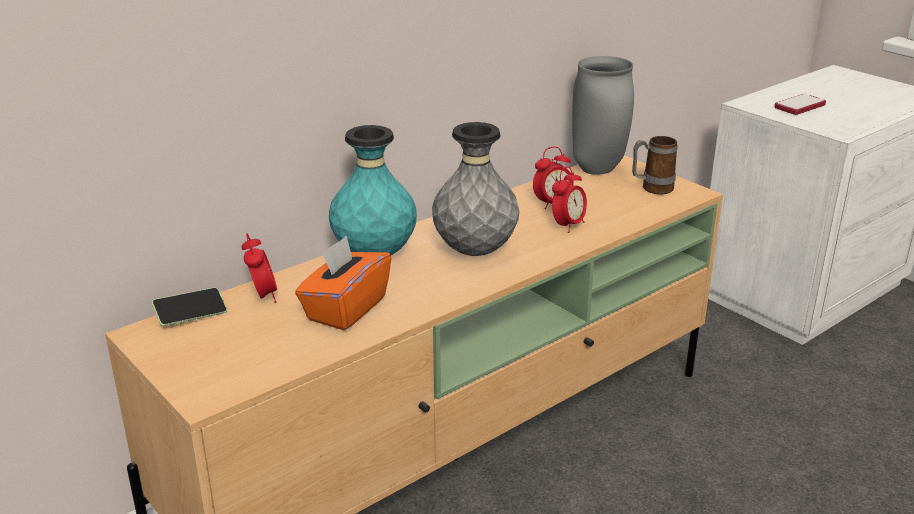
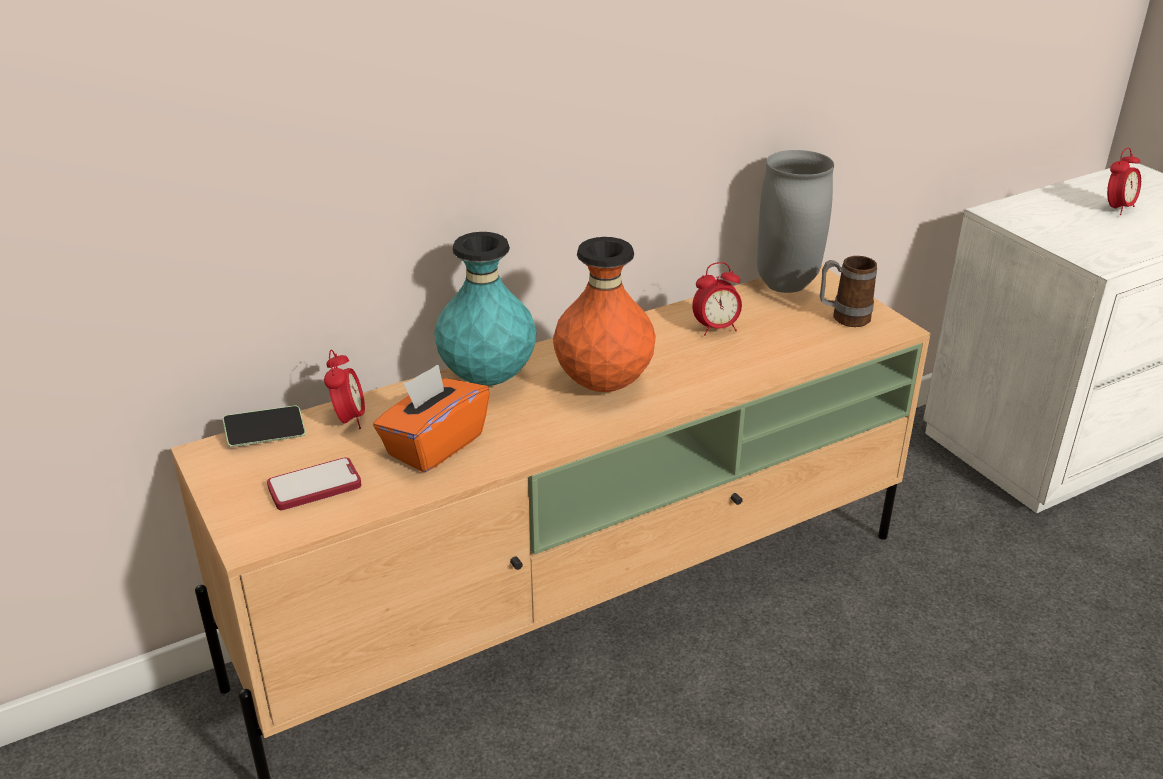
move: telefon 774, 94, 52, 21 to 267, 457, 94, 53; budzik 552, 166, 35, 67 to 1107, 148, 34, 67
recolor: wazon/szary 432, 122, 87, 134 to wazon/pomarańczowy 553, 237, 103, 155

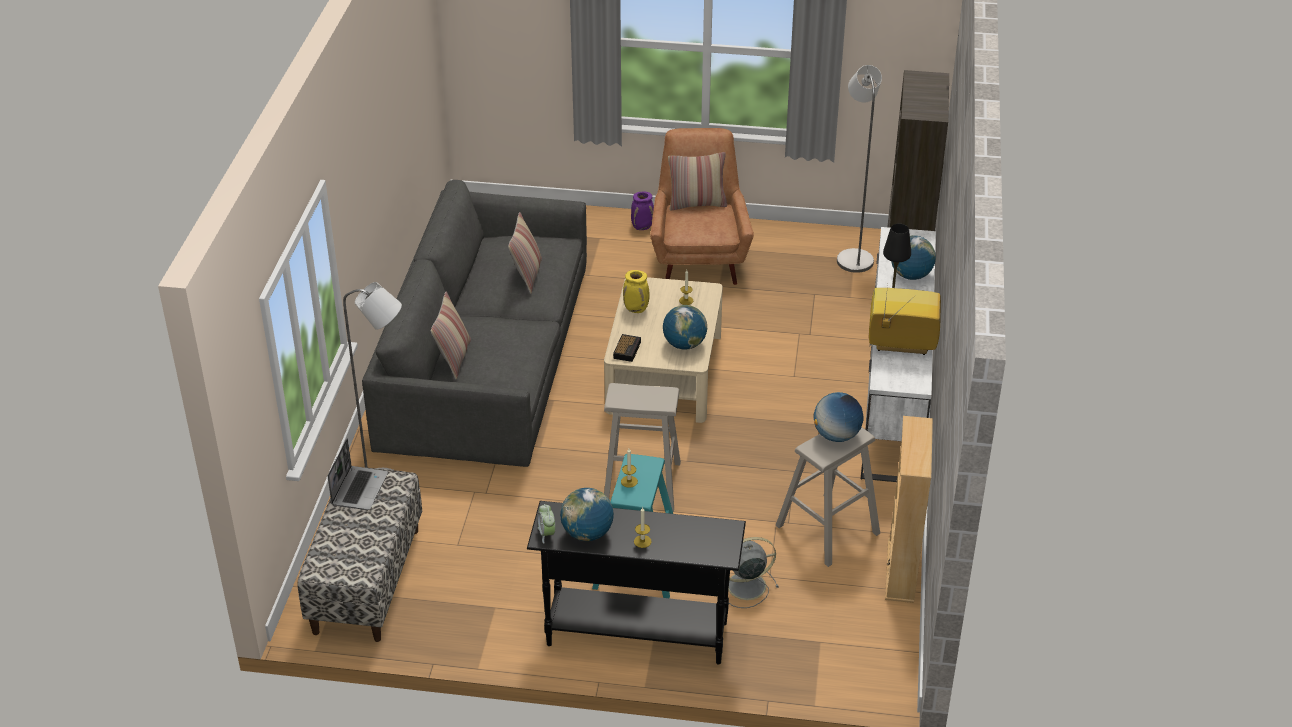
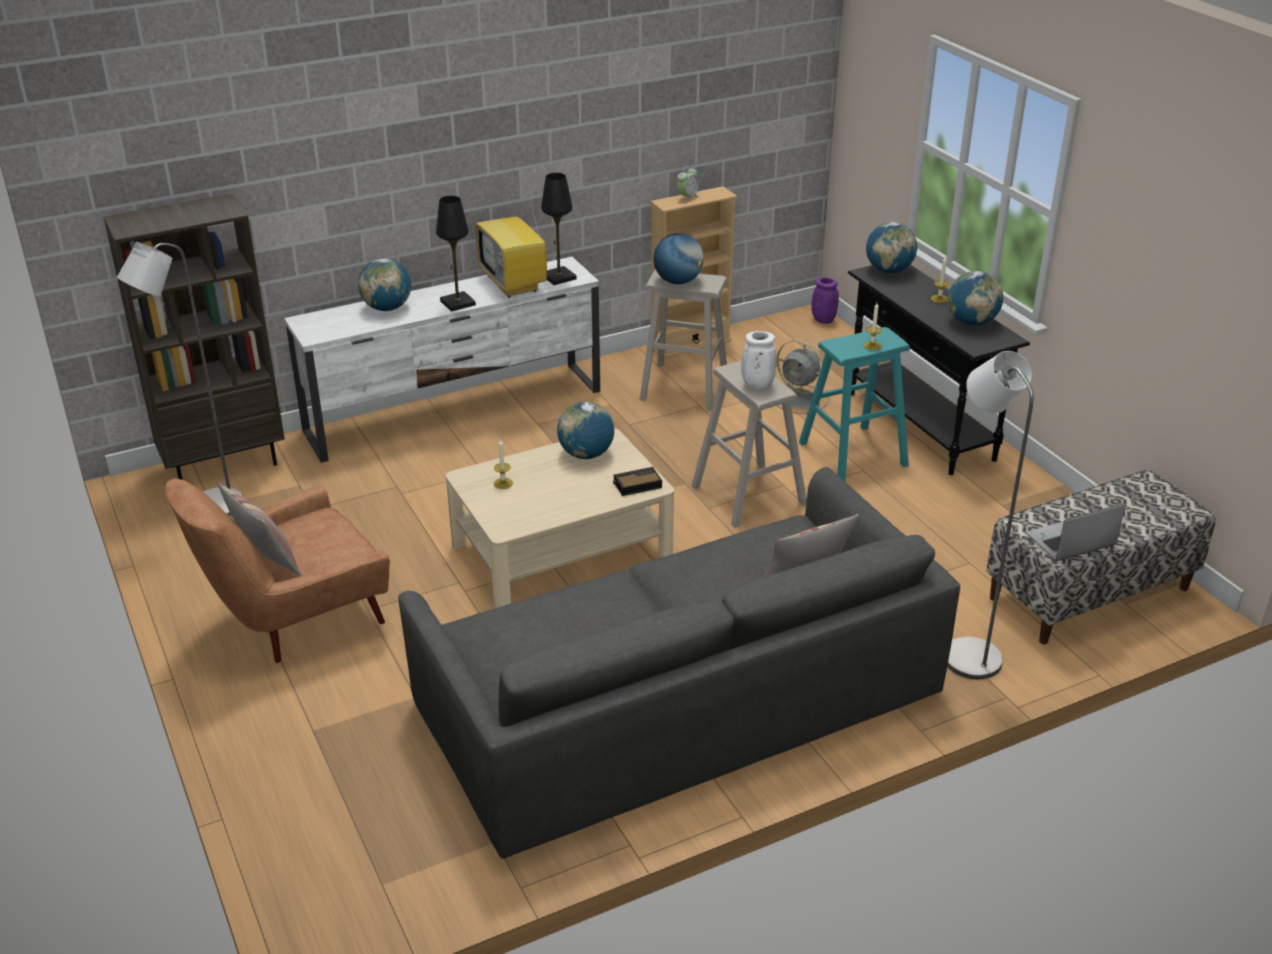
delete: poduszka 508, 212, 34, 82; wazon/żółty 623, 270, 27, 43
insert: lampa stołowa/czarny 541, 173, 36, 112; wazon/biały 741, 331, 35, 59; globus 866, 222, 51, 51
move: budzik 538, 504, 17, 40 to 677, 166, 22, 36; wazon/fioletowy 631, 191, 23, 39 to 811, 277, 28, 47

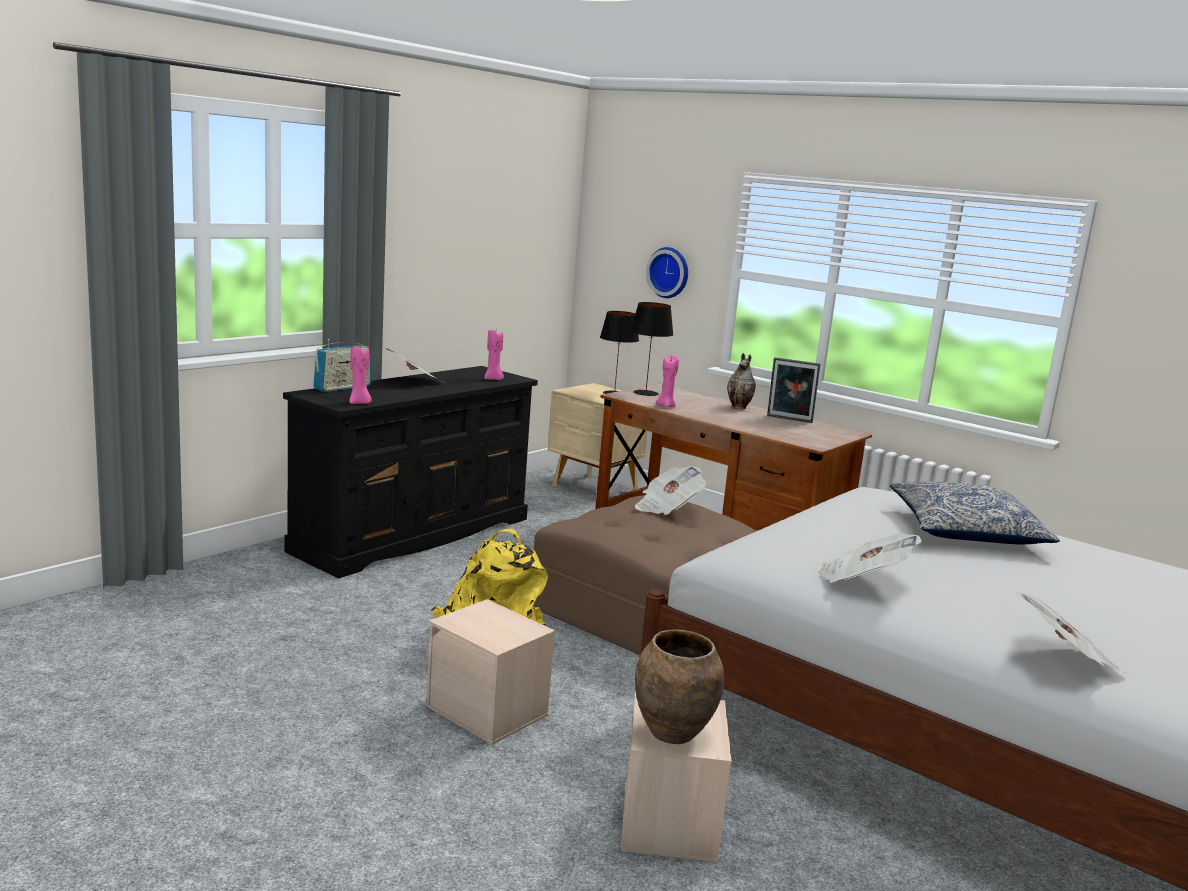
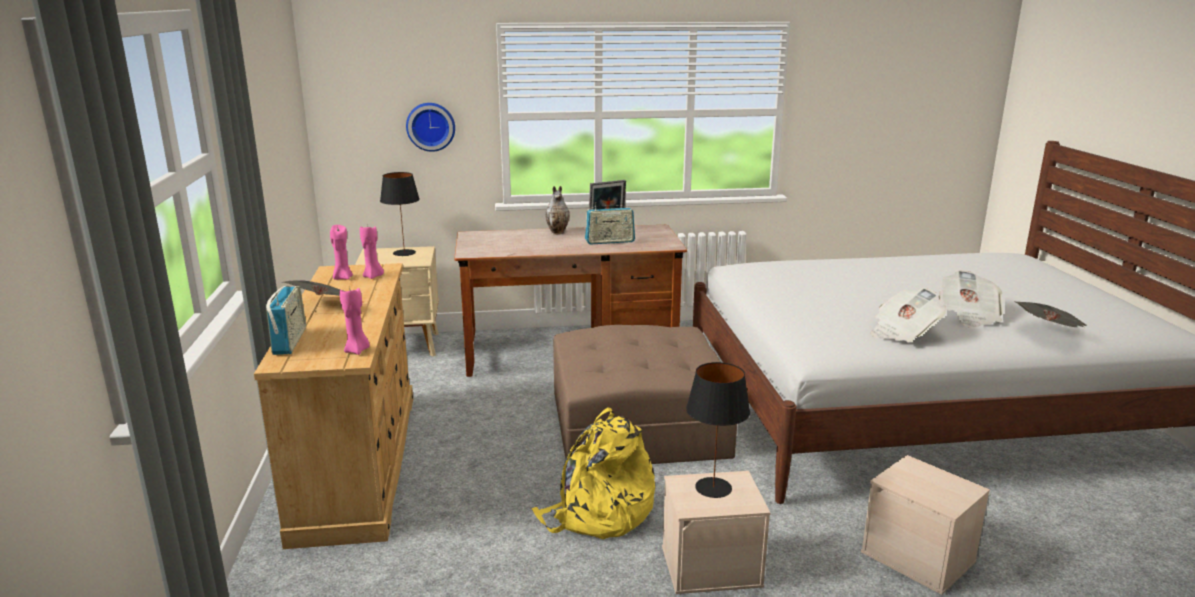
delete: wazon/brązowy 635, 630, 89, 114; poduszka 890, 481, 170, 63
insert: radio 585, 202, 50, 42
move: świeca/różowy 656, 356, 23, 52 to 330, 225, 23, 55; lampa stołowa/czarny 630, 302, 43, 94 to 686, 362, 64, 136; gazeta 635, 466, 71, 49 to 938, 270, 65, 58
recolor: komoda/czarny 283, 366, 255, 213 to komoda/beżowy 254, 263, 159, 286

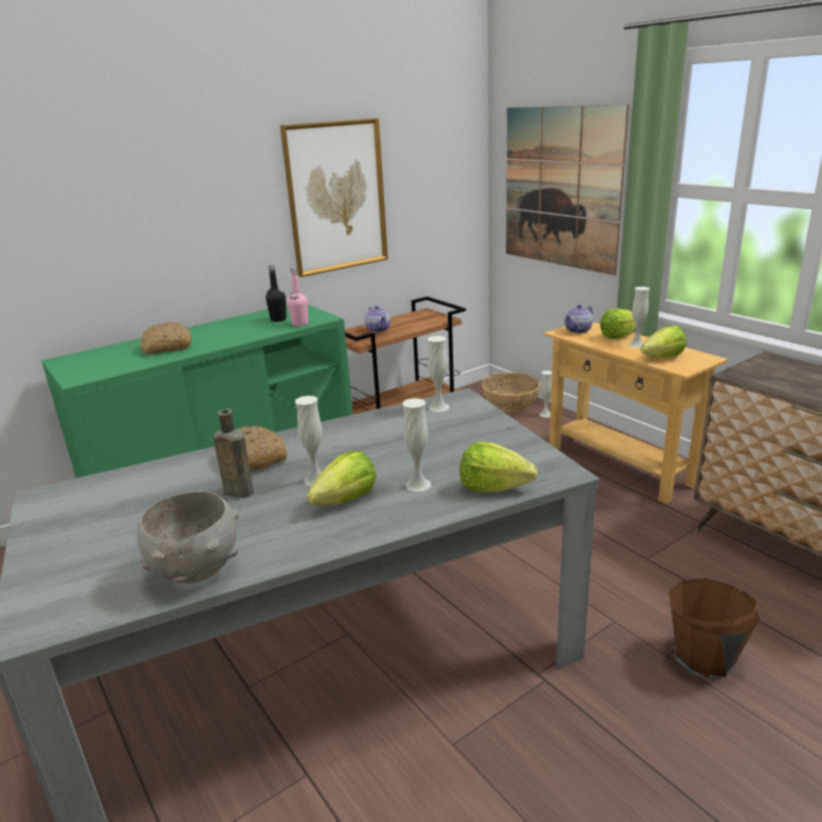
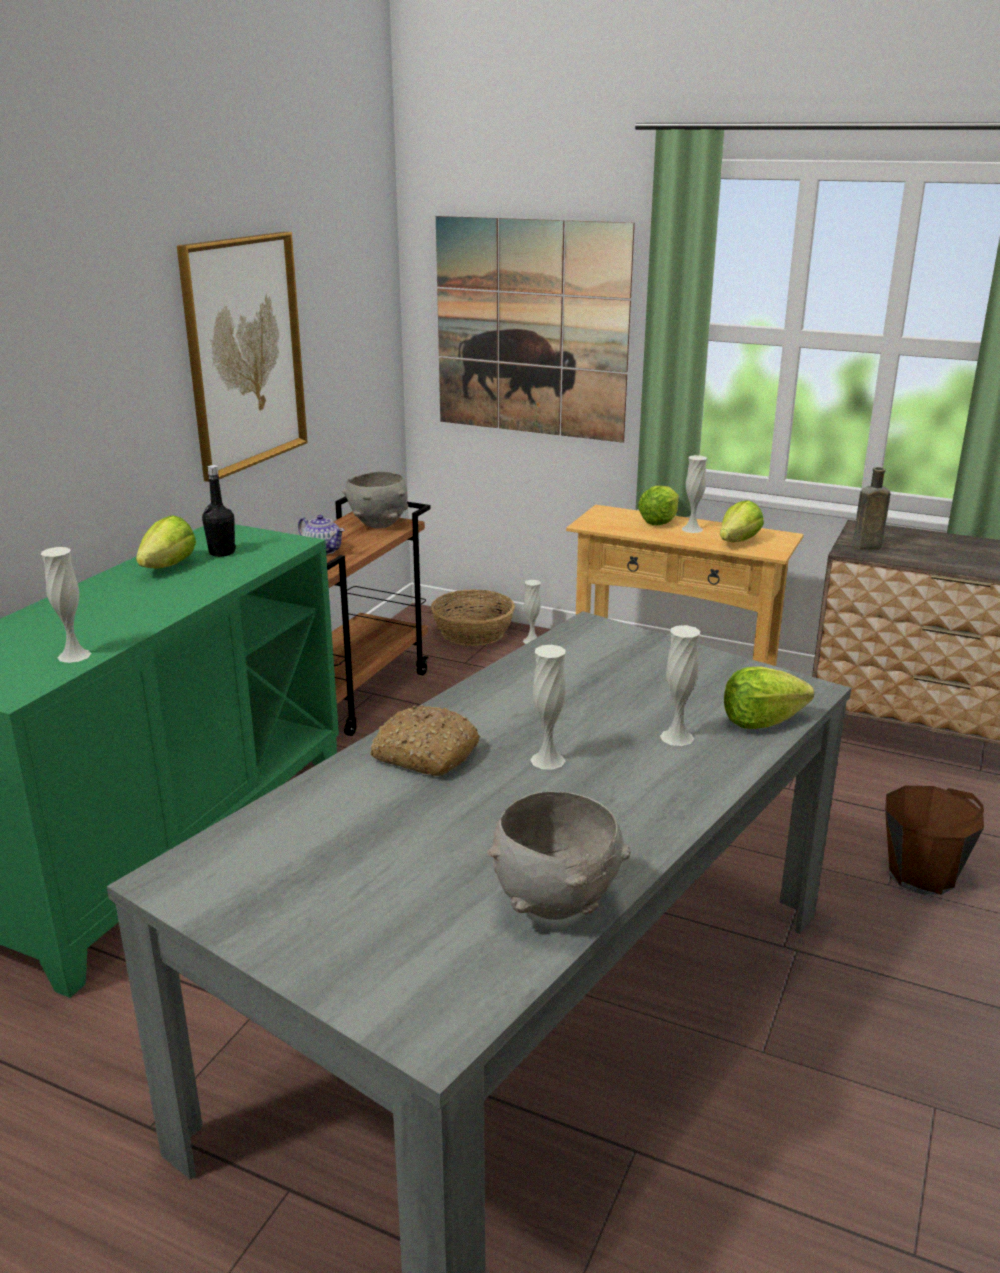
delete: chleb 140, 322, 51, 33; butelka/różowy 287, 267, 21, 59; imbryk 565, 304, 28, 30
insert: miska/szary 342, 472, 67, 56
move: wazon/biały 427, 336, 22, 76 to 41, 547, 50, 116; sałata 307, 451, 69, 55 to 136, 516, 60, 52; butelka/brązowy 213, 409, 41, 89 to 852, 467, 38, 83

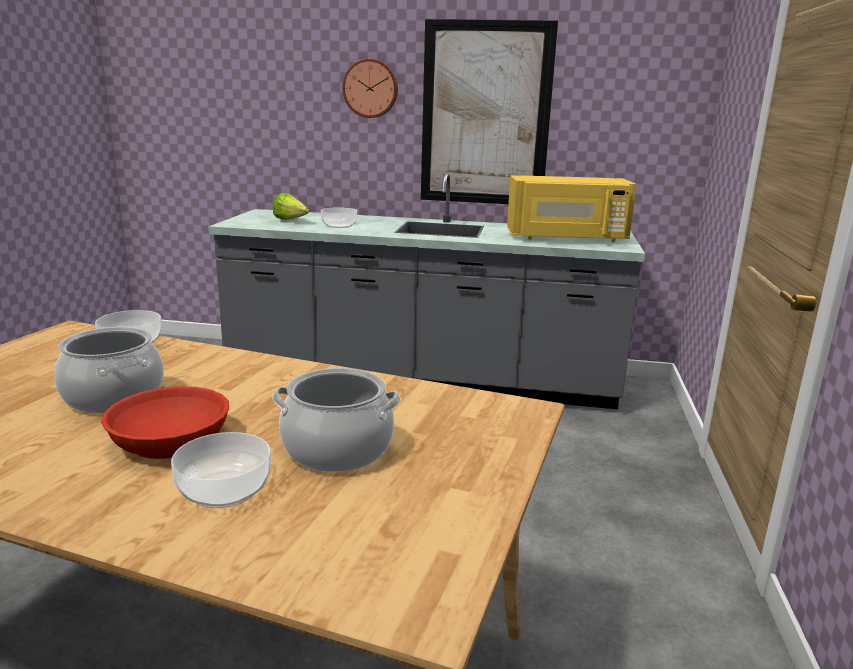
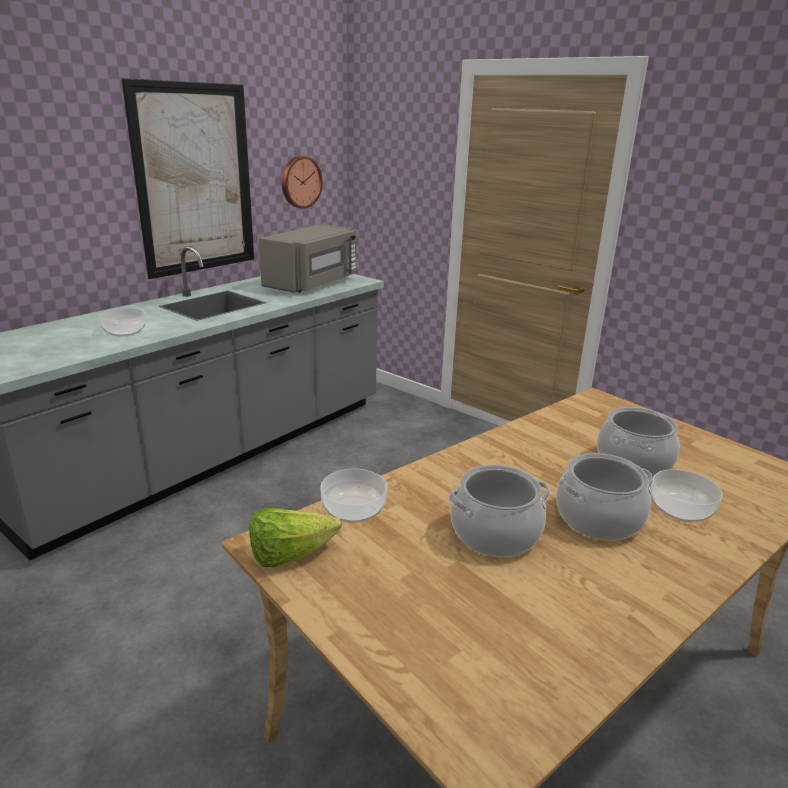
move: sałata 273, 193, 36, 27 to 249, 508, 93, 59; zegar ścienny 342, 59, 56, 59 to 282, 156, 41, 53
replace: miska/czerwony 101, 386, 128, 73 to garnek 556, 453, 97, 88
recolor: mikrofalówka/żółty 507, 175, 130, 67 to mikrofalówka/szary 259, 224, 98, 69

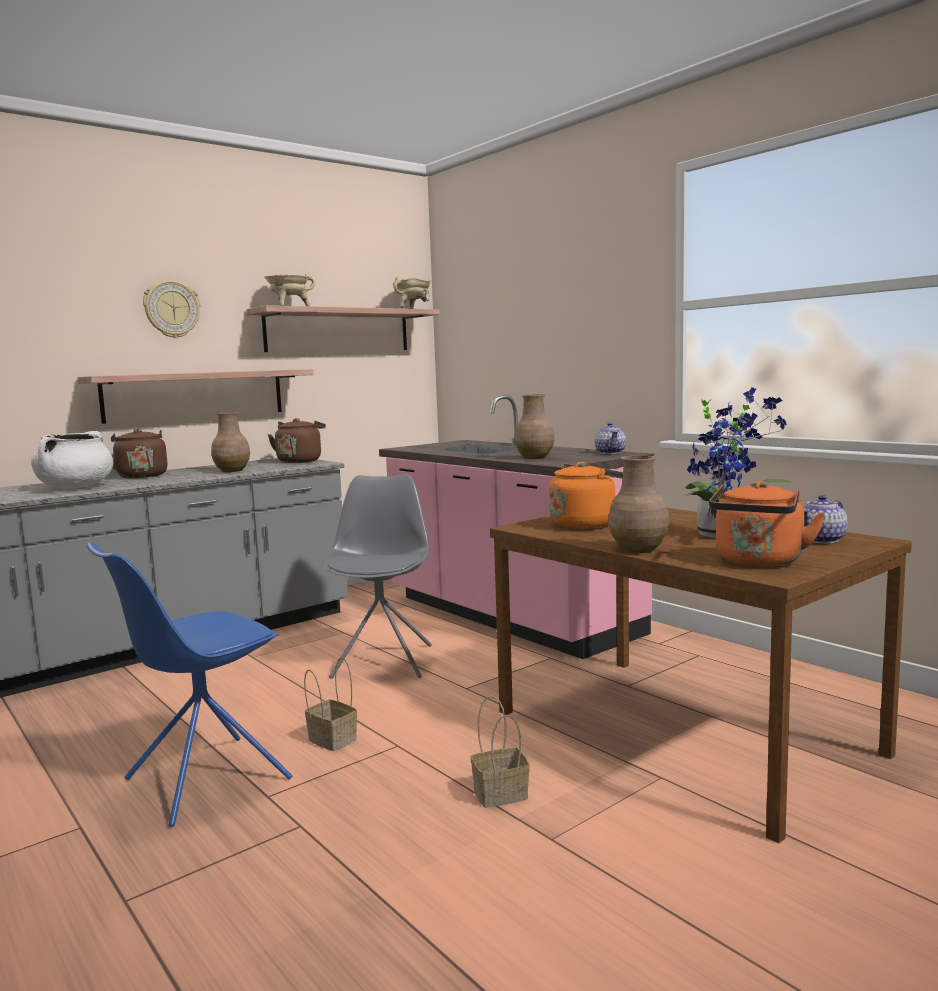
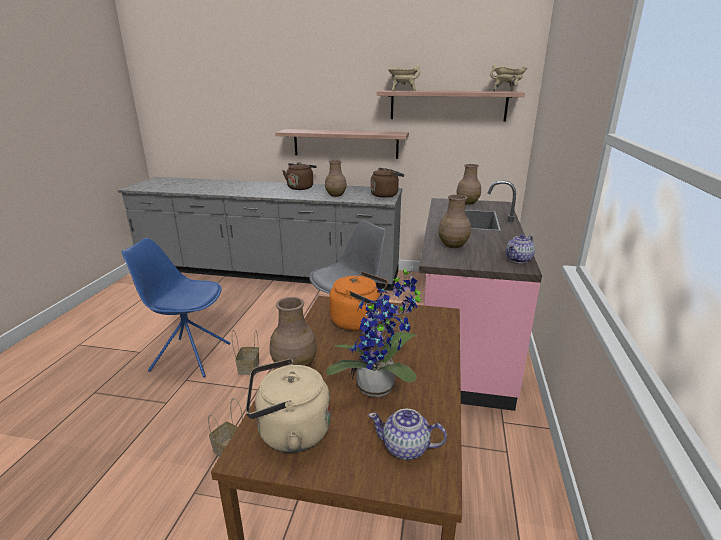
delete: garnek/biały 31, 431, 82, 58; zegar ścienny 143, 280, 57, 58
insert: wazon/brązowy 456, 164, 25, 41
recolor: czajnik/pomarańczowy 709, 481, 116, 86 to czajnik/beżowy 246, 359, 85, 94

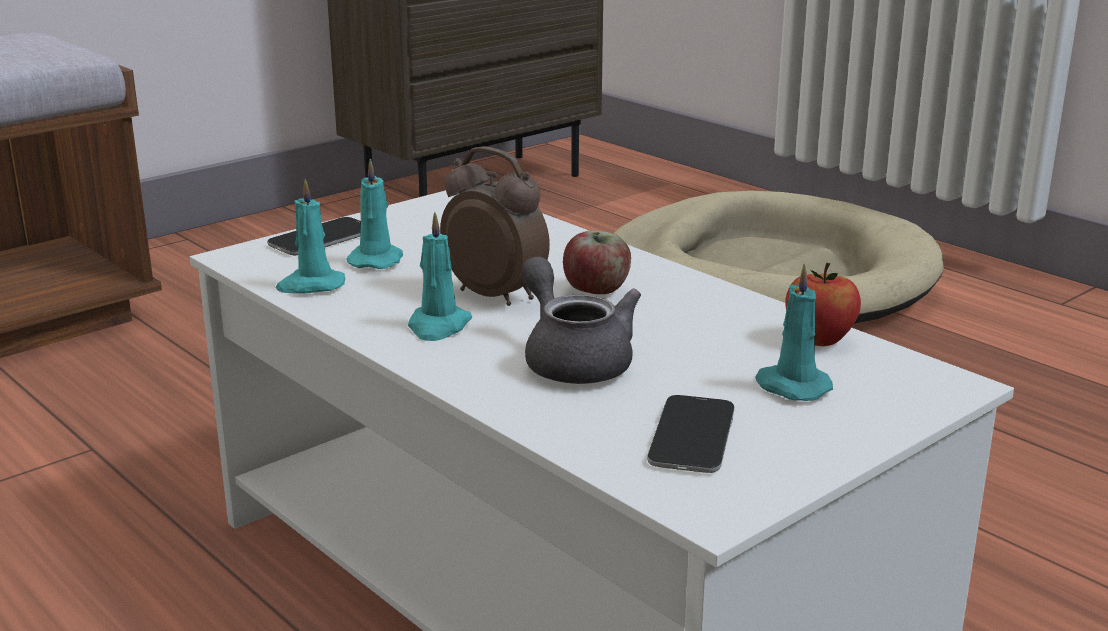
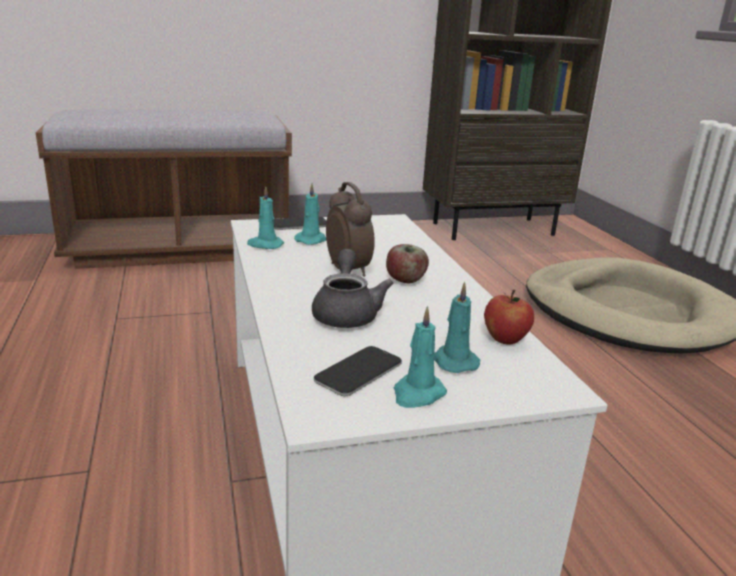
move: świeca/turkusowy 408, 212, 64, 129 to 394, 306, 53, 102

